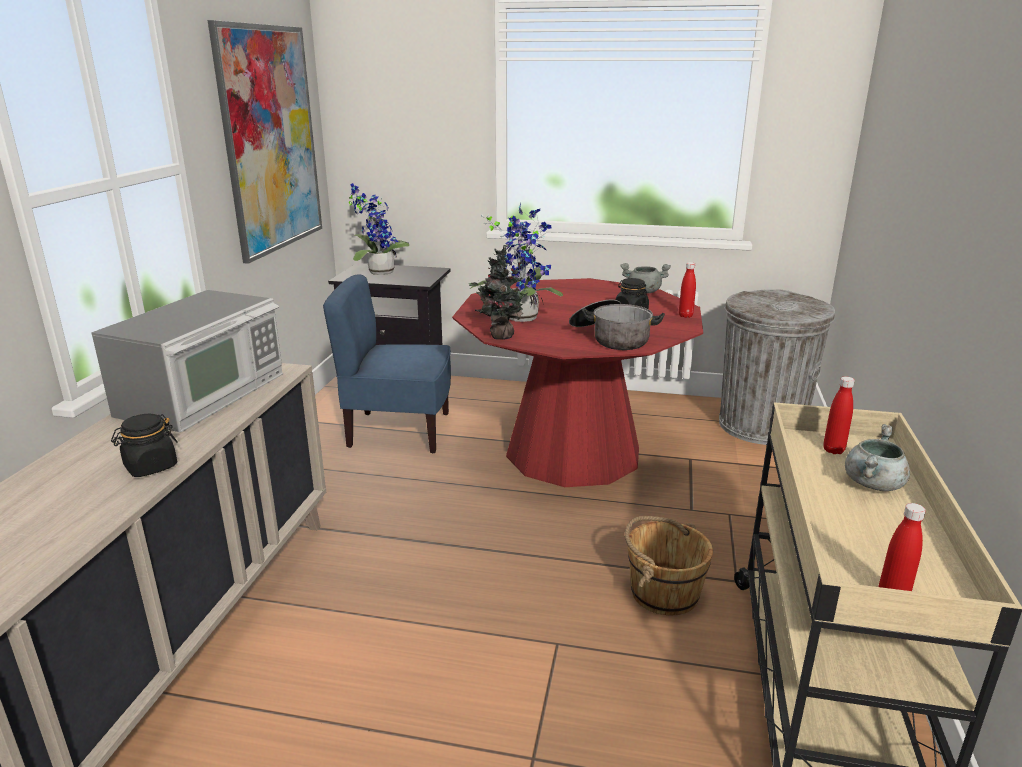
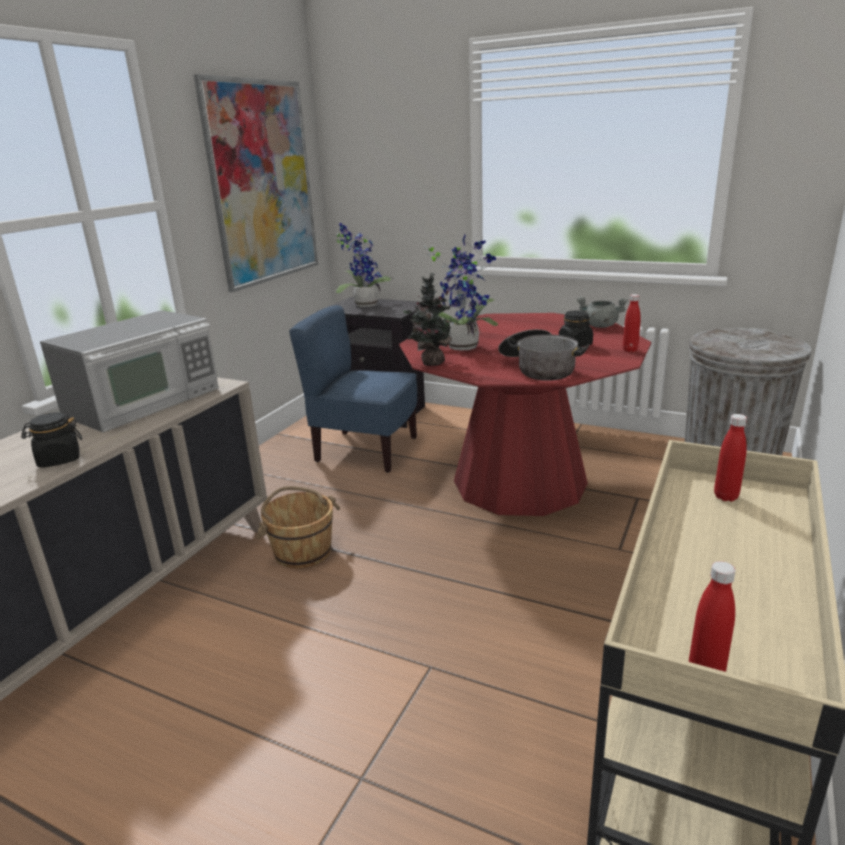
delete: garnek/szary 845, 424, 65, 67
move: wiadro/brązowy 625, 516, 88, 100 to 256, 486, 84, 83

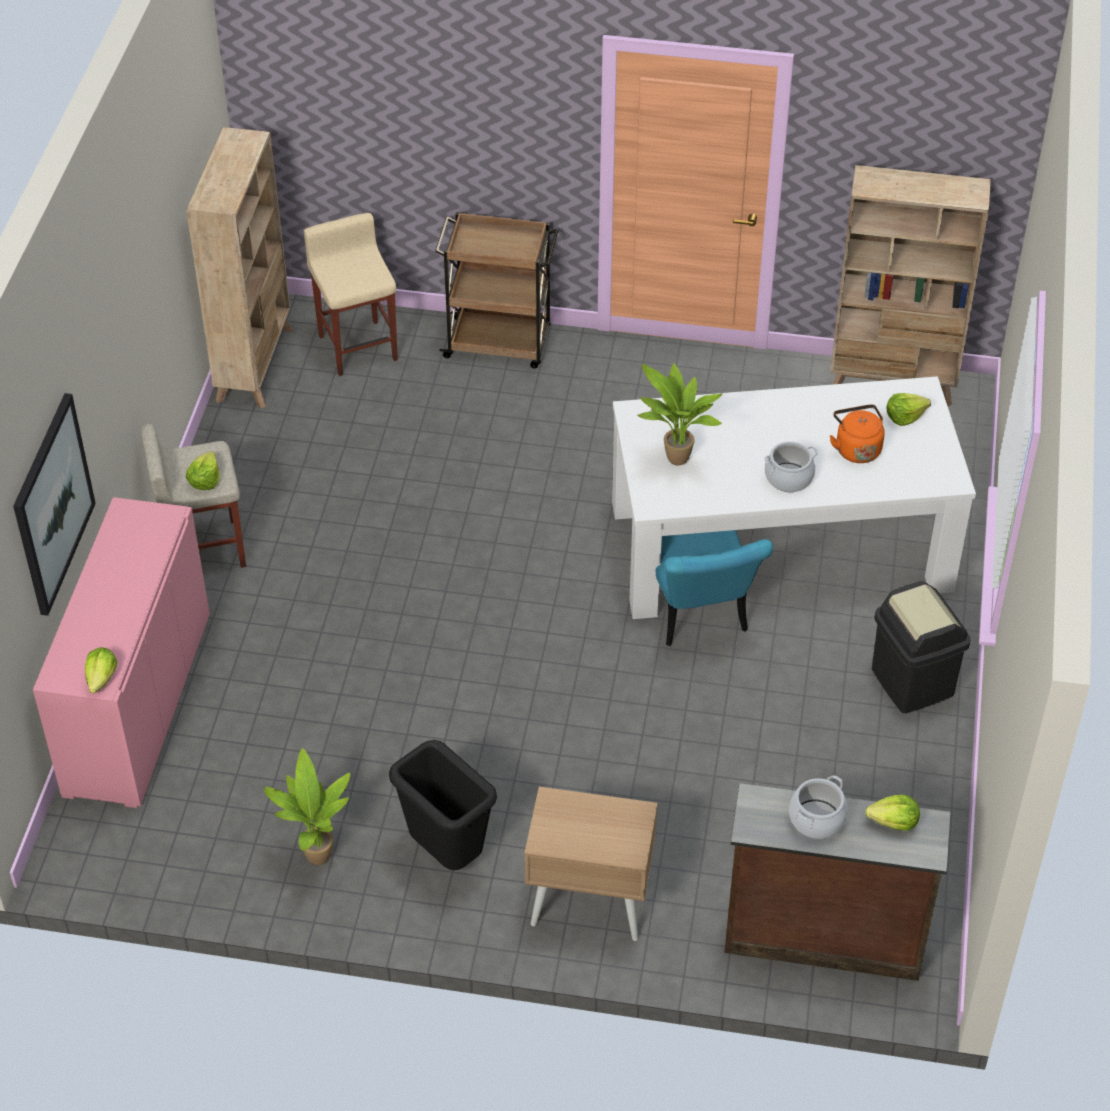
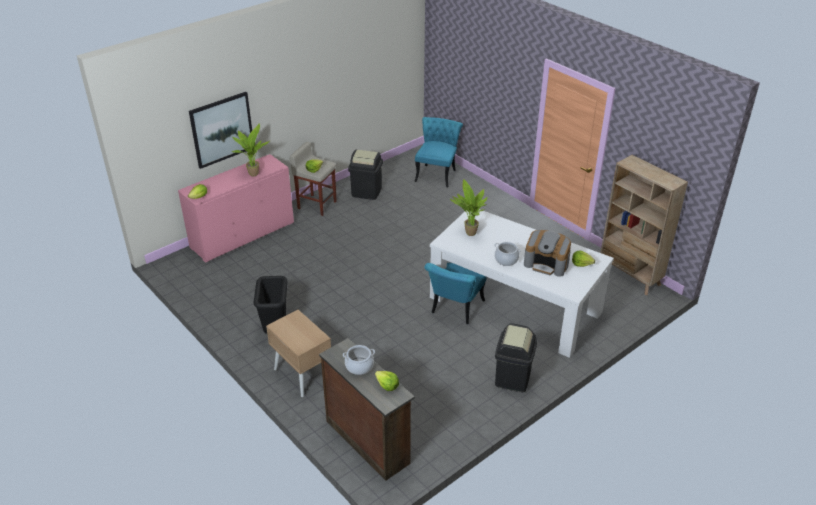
delete: regał/beżowy 186, 127, 107, 281; wózek/brązowy 435, 212, 124, 156
insert: kosz na śmieci/czarny 348, 149, 35, 51
move: roślina doniczkowa 264, 748, 86, 117 to 231, 123, 39, 53
replace: stołek/beżowy 304, 213, 94, 163 to krzesło/turkusowy 414, 117, 49, 70; czajnik/pomarańczowy 830, 404, 55, 59 to ekspres do kawy 524, 230, 47, 47

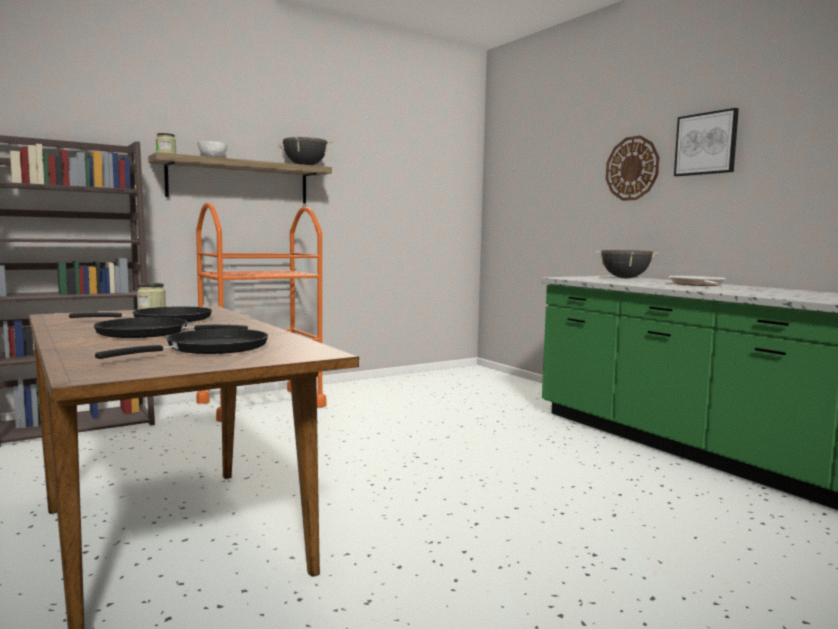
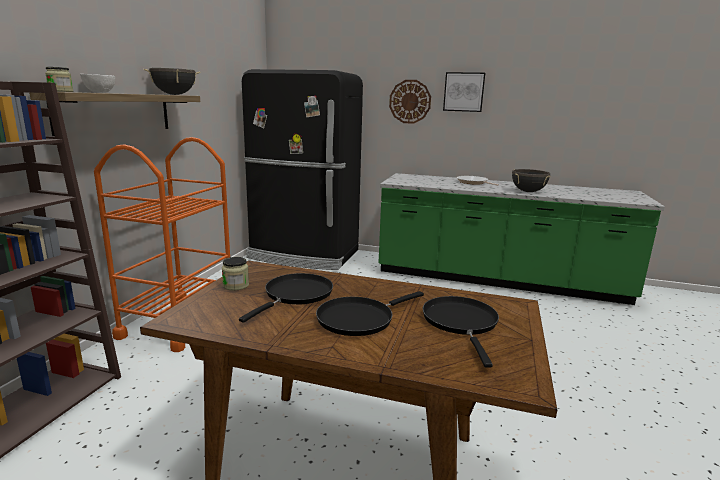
insert: lodówka/czarny 242, 69, 121, 201
move: garnek/czarny 596, 250, 63, 28 to 512, 169, 39, 23

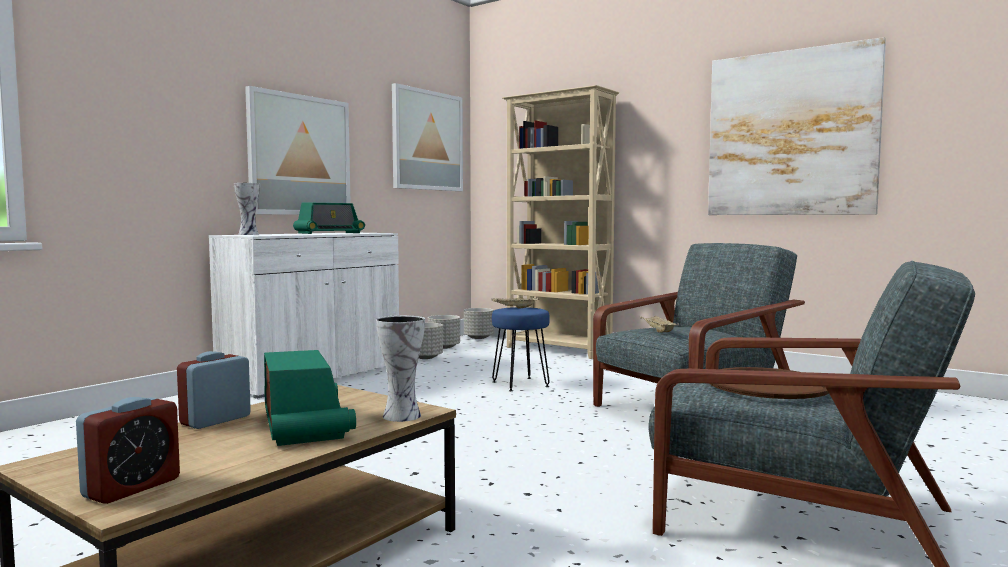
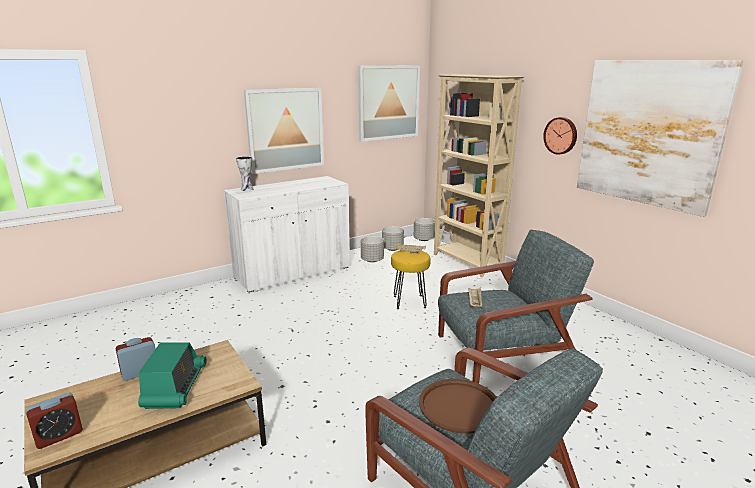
delete: radio 293, 203, 72, 31; wazon 376, 315, 49, 107
insert: zegar ścienny 543, 117, 34, 37
recolor: stołek/niebieski 492, 307, 58, 84 to stołek/żółty 391, 250, 40, 59

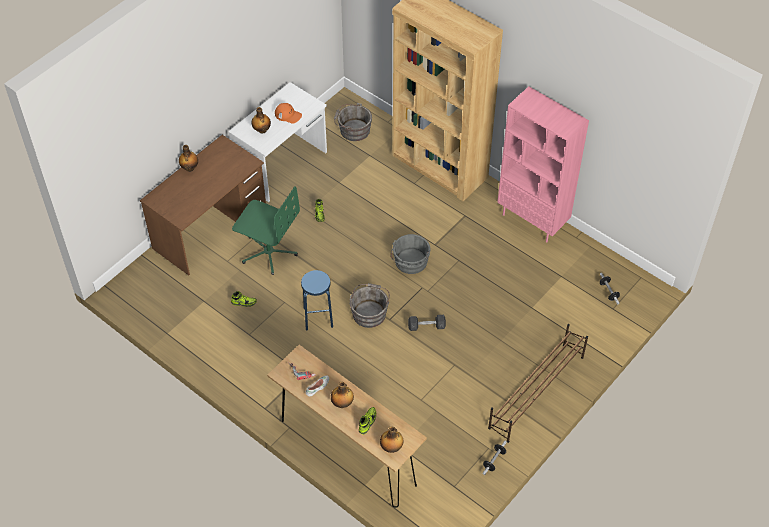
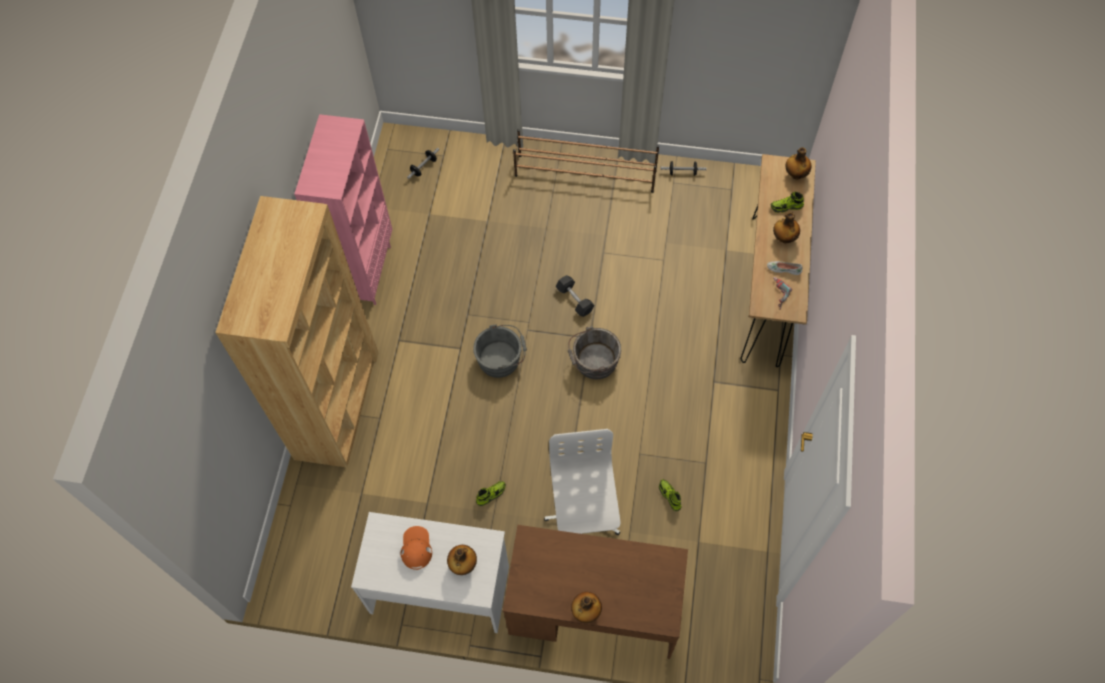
delete: stołek/niebieski 301, 270, 32, 60; wiadro/szary 334, 103, 38, 38
recolor: krzesło biurowe/zielony 232, 186, 68, 89 to krzesło biurowe/biały 544, 429, 76, 106

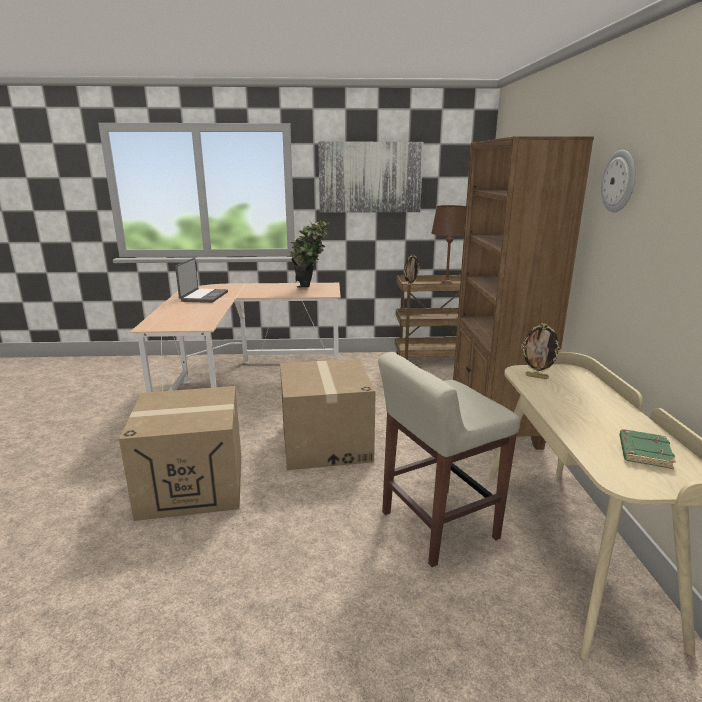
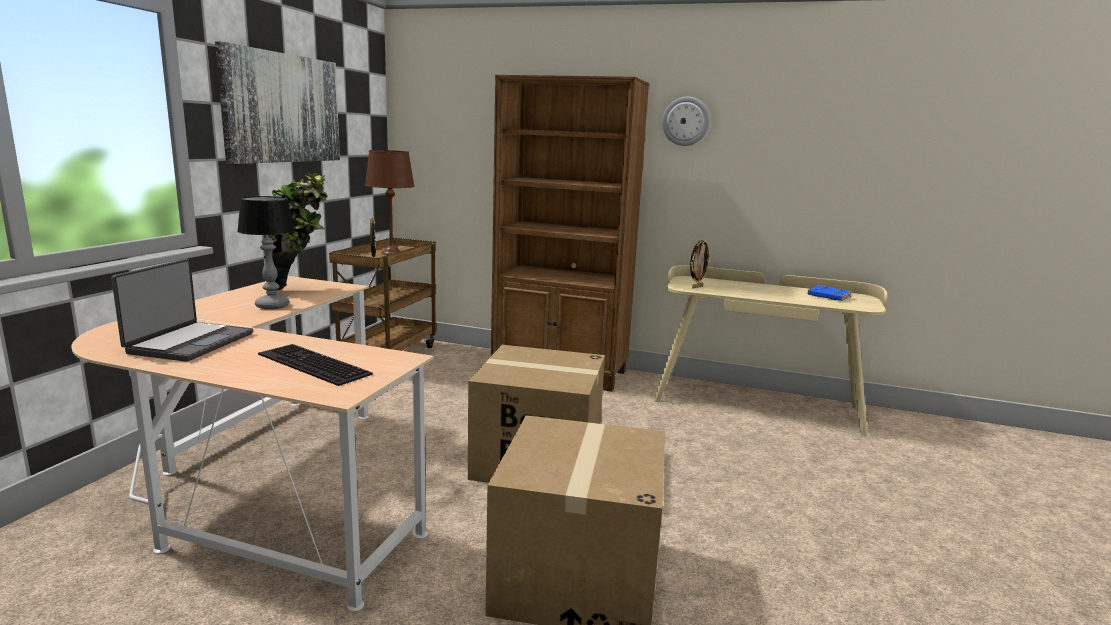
delete: stołek/beżowy 378, 352, 142, 215
insert: lampa stołowa 237, 196, 58, 113; klawiatura 258, 344, 115, 42
recolor: książka/zielony 619, 430, 57, 39 to książka/niebieski 808, 285, 44, 16
rotate: laptop 175, 258, 53, 45 = 111, 259, 142, 103 75 degrees clockwise

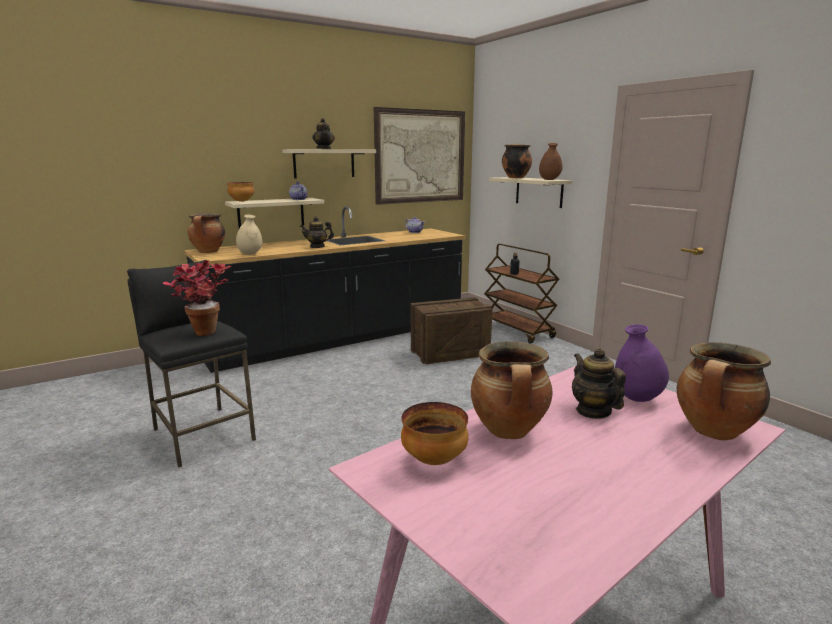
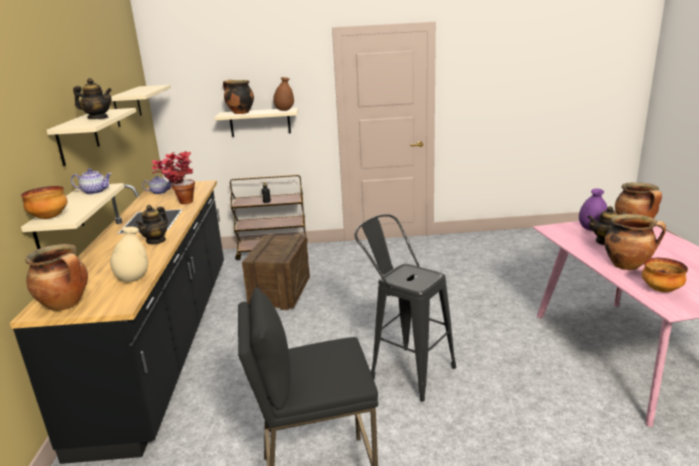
insert: stołek/czarny 355, 214, 101, 188
move: roślina doniczkowa 163, 260, 68, 76 to 152, 151, 43, 53
replace: obraz 374, 107, 91, 98 to półka/beżowy 111, 85, 60, 42

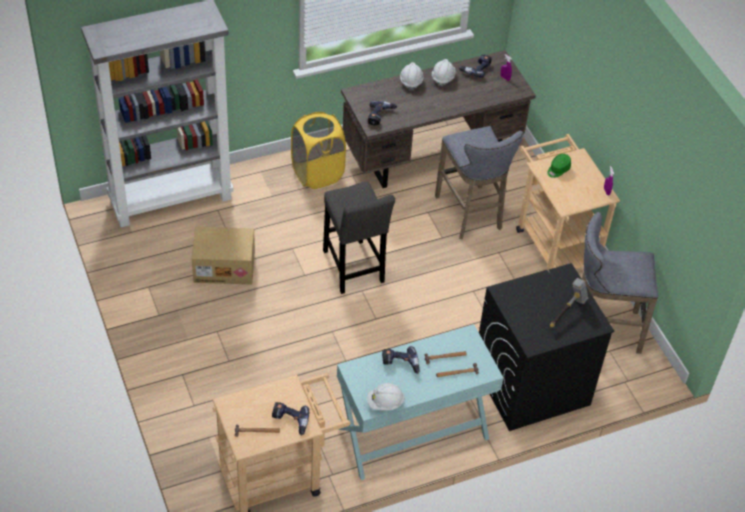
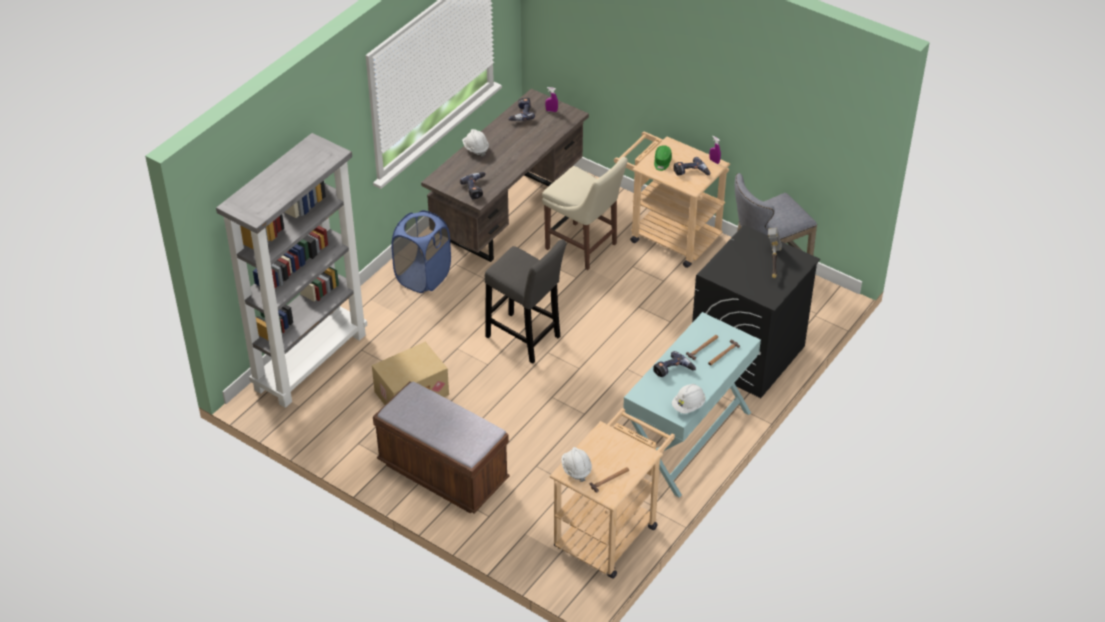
insert: ławka/brązowy 373, 381, 137, 132
move: kask/biały 432, 59, 24, 28 to 562, 447, 30, 35; wiertarka 272, 402, 37, 33 to 674, 157, 36, 19
replace: stołek/szary 435, 126, 88, 113 to krzesło/beżowy 542, 157, 86, 113
recolor: kosz na pranie/żółty 291, 112, 55, 77 to kosz na pranie/niebieski 391, 210, 60, 83

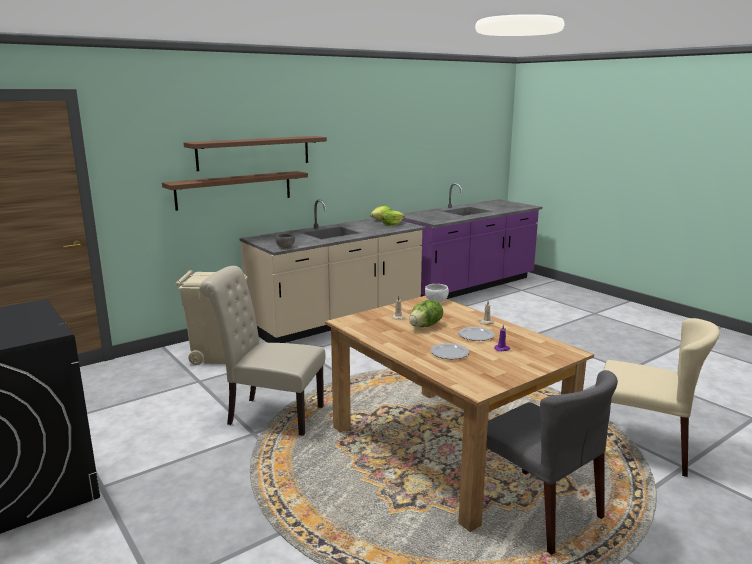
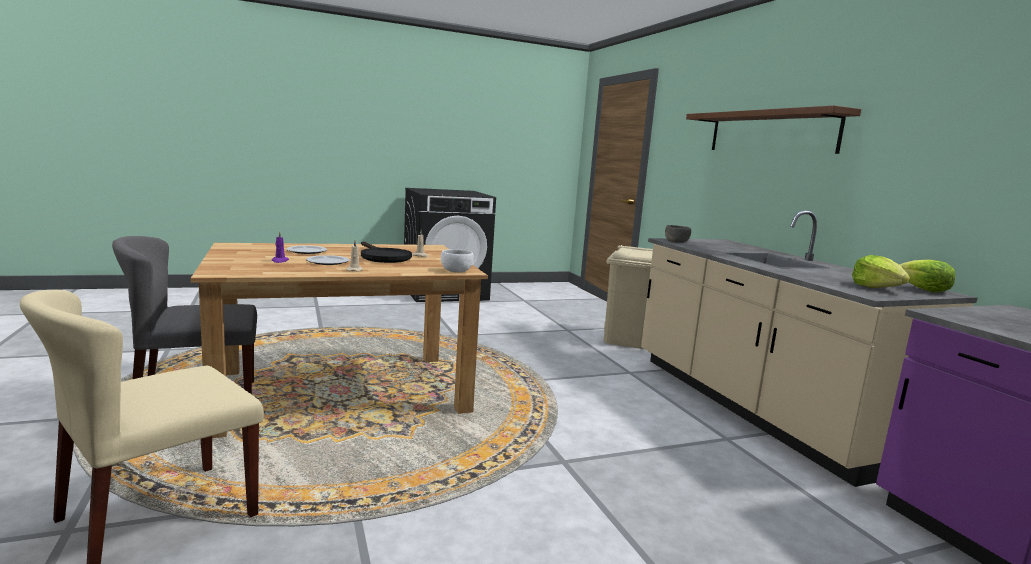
delete: półka/brązowy 162, 171, 146, 40; krzesło/beżowy 199, 266, 127, 170
replace: sałata 409, 300, 34, 27 to patelnia/czarny 361, 241, 51, 22

